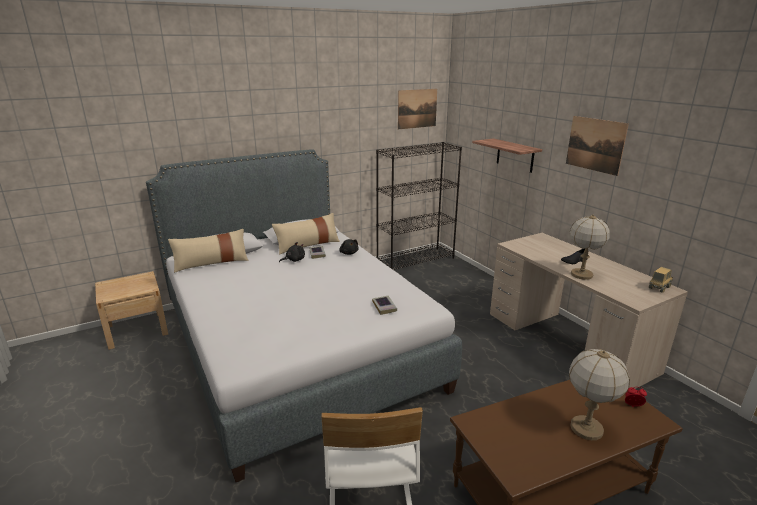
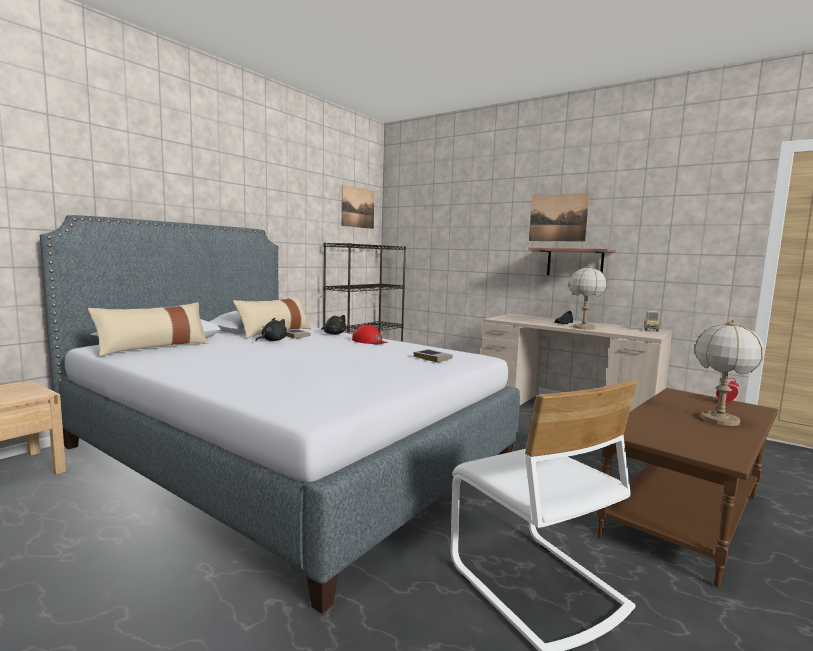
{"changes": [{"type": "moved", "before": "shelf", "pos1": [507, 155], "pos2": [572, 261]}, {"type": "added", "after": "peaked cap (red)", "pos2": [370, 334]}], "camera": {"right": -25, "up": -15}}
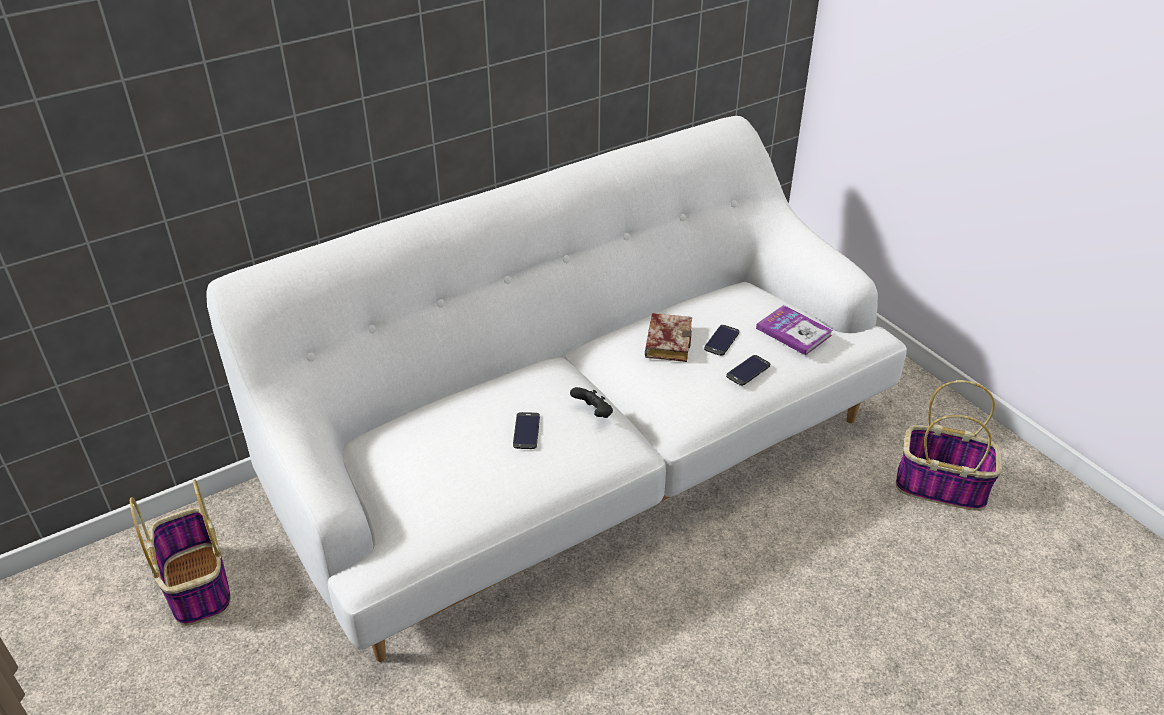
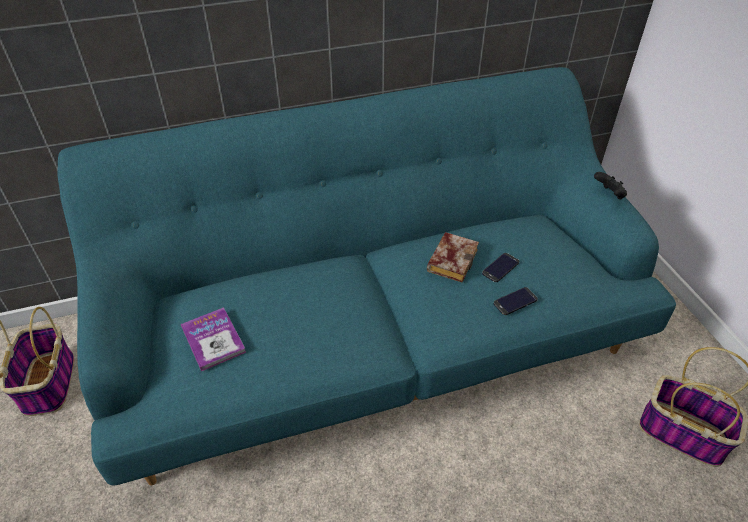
{"changes": [{"type": "recoloured", "before": "sofa (white)", "after": "sofa (blue-green)", "pos1": [556, 389], "pos2": [366, 276]}, {"type": "moved", "before": "bound book", "pos1": [794, 330], "pos2": [213, 339]}, {"type": "moved", "before": "gamepad (black-coloured)", "pos1": [591, 402], "pos2": [610, 186]}, {"type": "removed", "before": "phone", "pos1": [526, 430]}], "camera": {"right": 15, "up": 5}}
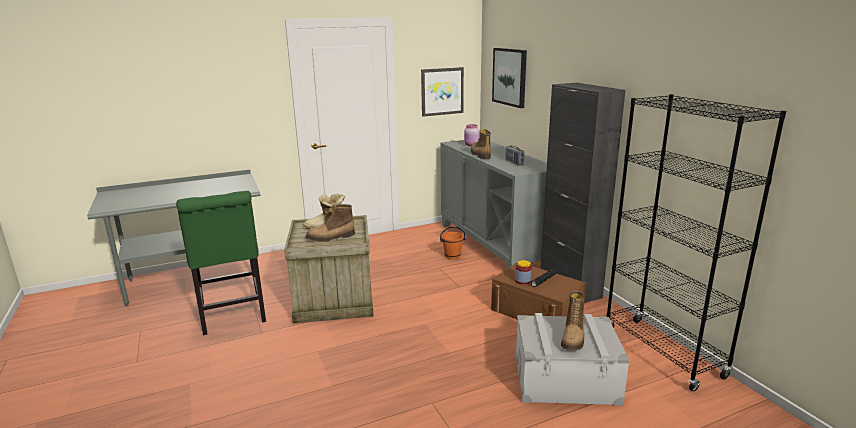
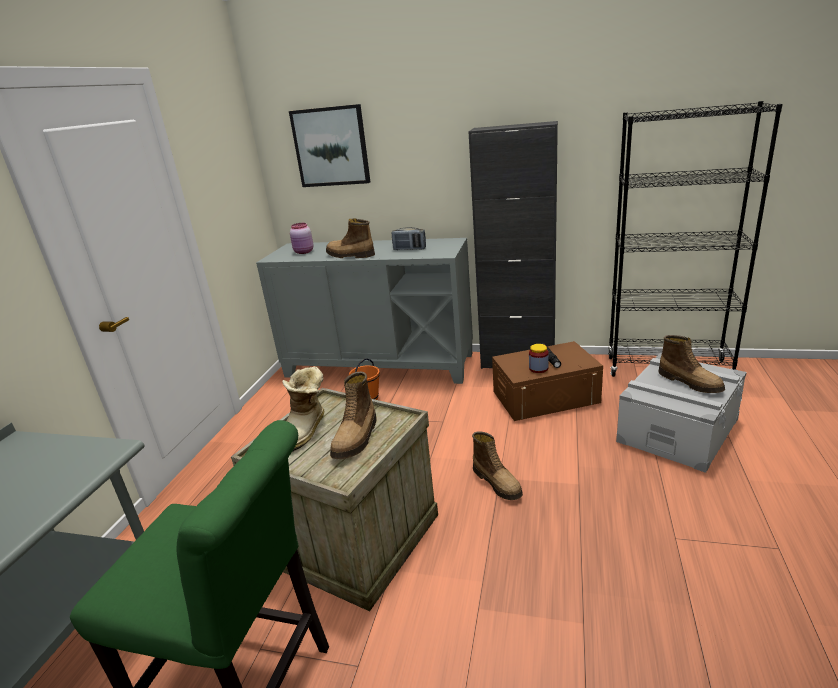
{"changes": [{"type": "removed", "before": "wall art", "pos1": [442, 92]}, {"type": "added", "after": "boot", "pos2": [497, 465]}], "camera": {"right": -50, "up": 5}}
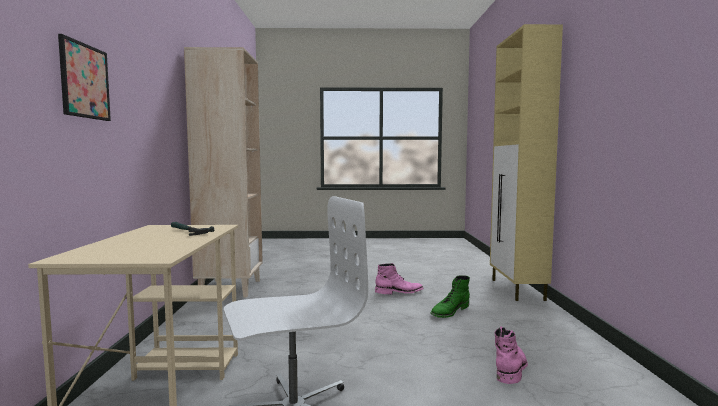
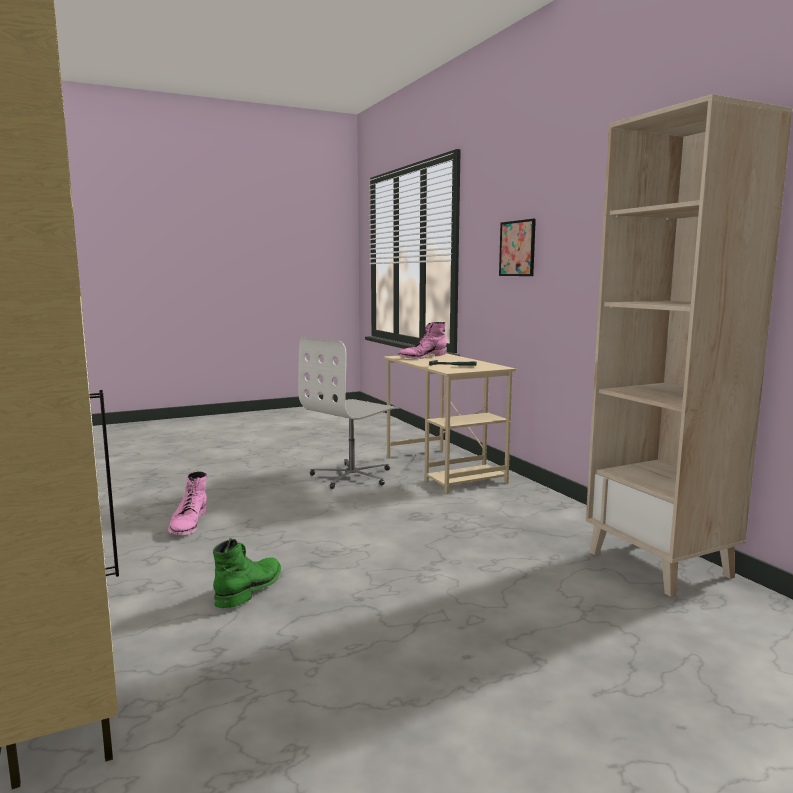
{"changes": [{"type": "moved", "before": "boot (pink-coloured)", "pos1": [399, 279], "pos2": [422, 340]}], "camera": {"right": 155, "up": 5}}
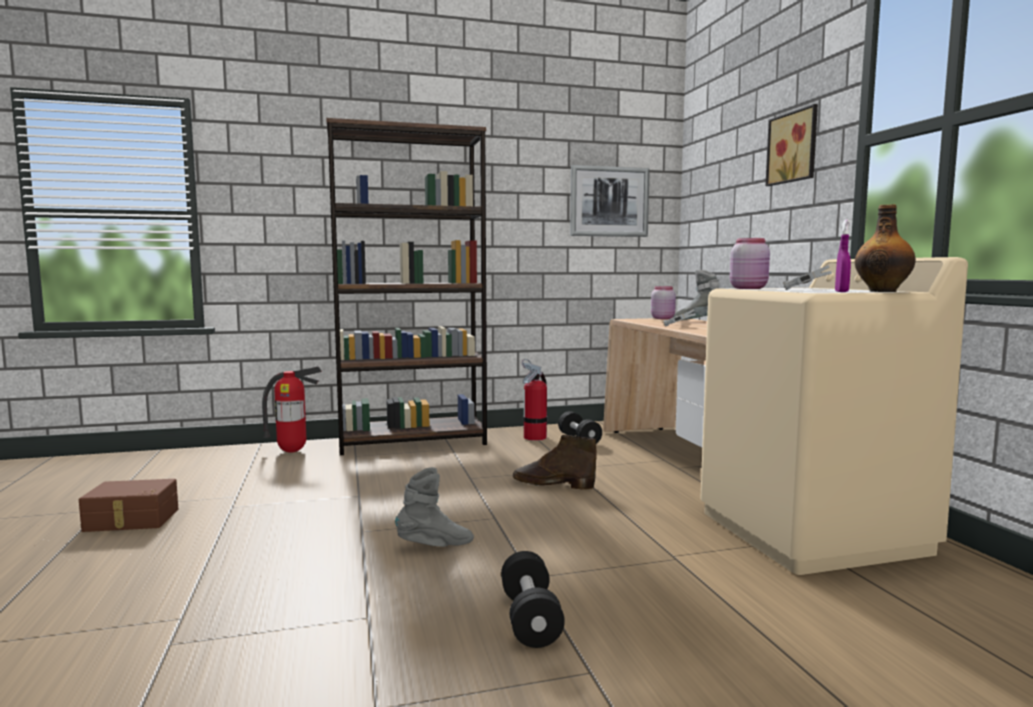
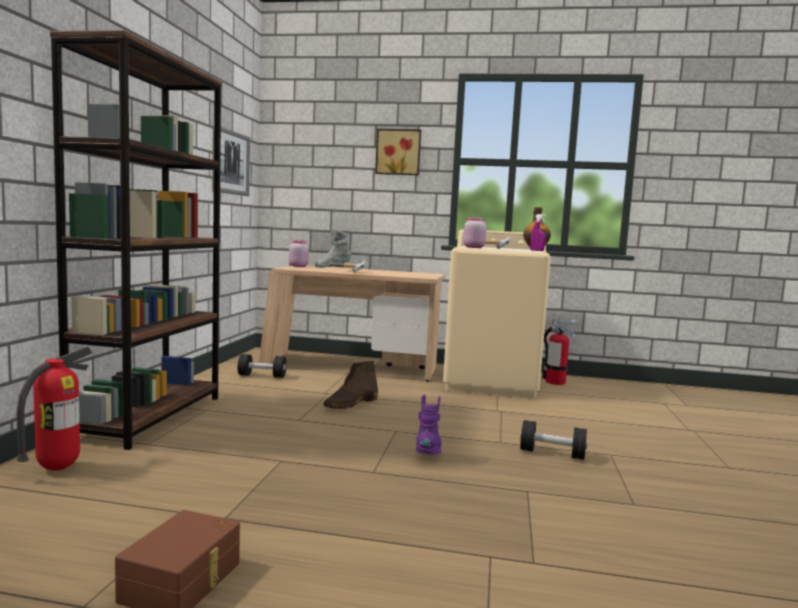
{"changes": [{"type": "moved", "before": "fire extinguisher", "pos1": [534, 400], "pos2": [559, 351]}, {"type": "recoloured", "before": "boot (gray)", "after": "boot (purplish)", "pos1": [434, 507], "pos2": [429, 424]}], "camera": {"right": -65, "up": 0}}
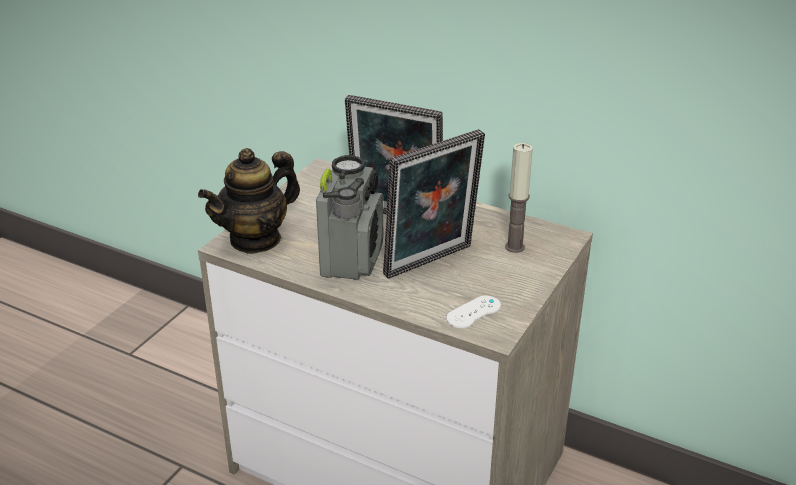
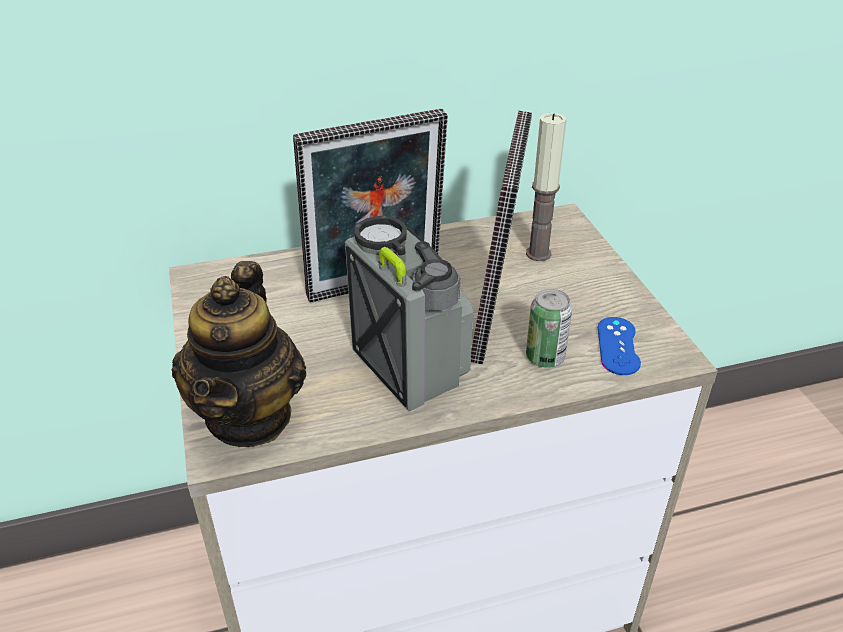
{"changes": [{"type": "recoloured", "before": "gamepad (white)", "after": "gamepad (blue-coloured)", "pos1": [473, 312], "pos2": [619, 346]}, {"type": "added", "after": "sealed can", "pos2": [549, 328]}], "camera": {"right": -45, "up": 5}}
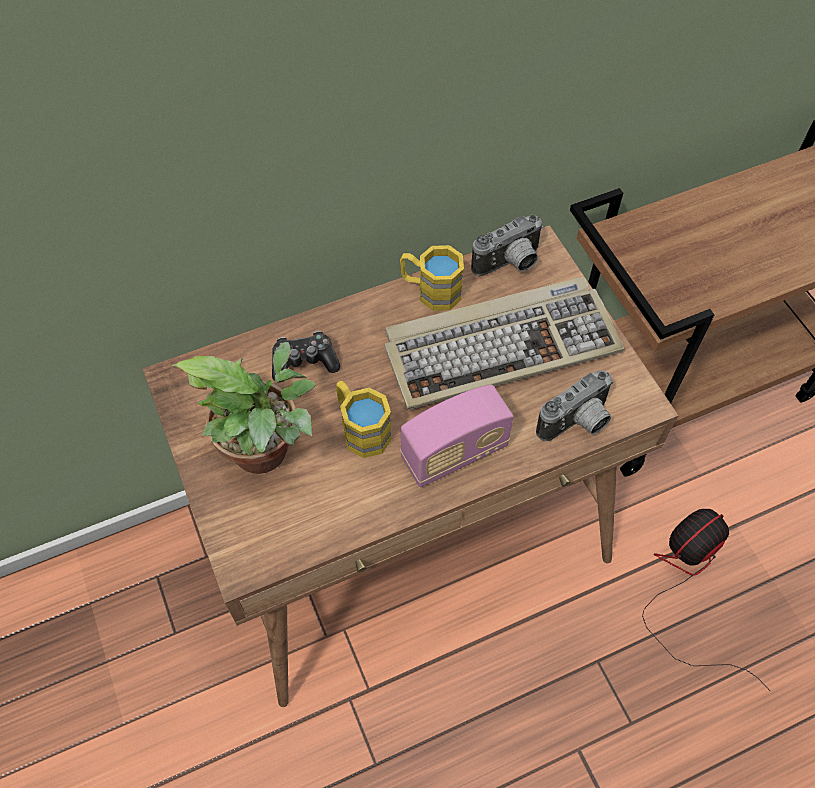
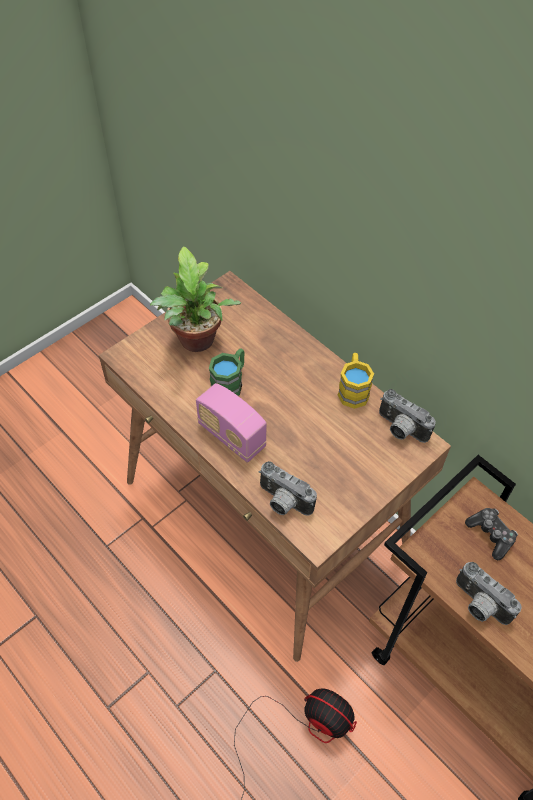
{"changes": [{"type": "removed", "before": "computer keyboard", "pos1": [504, 343]}, {"type": "moved", "before": "gamepad", "pos1": [306, 356], "pos2": [491, 534]}, {"type": "recoloured", "before": "mug (yellow-coloured)", "after": "mug (greenish)", "pos1": [364, 419], "pos2": [227, 372]}, {"type": "added", "after": "still camera", "pos2": [489, 593]}], "camera": {"right": 70, "up": -5}}
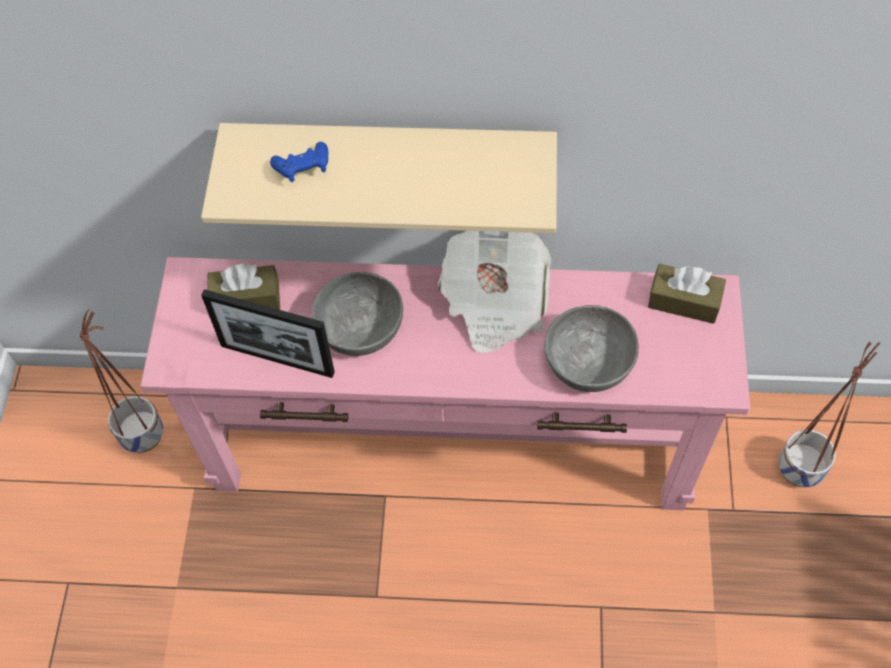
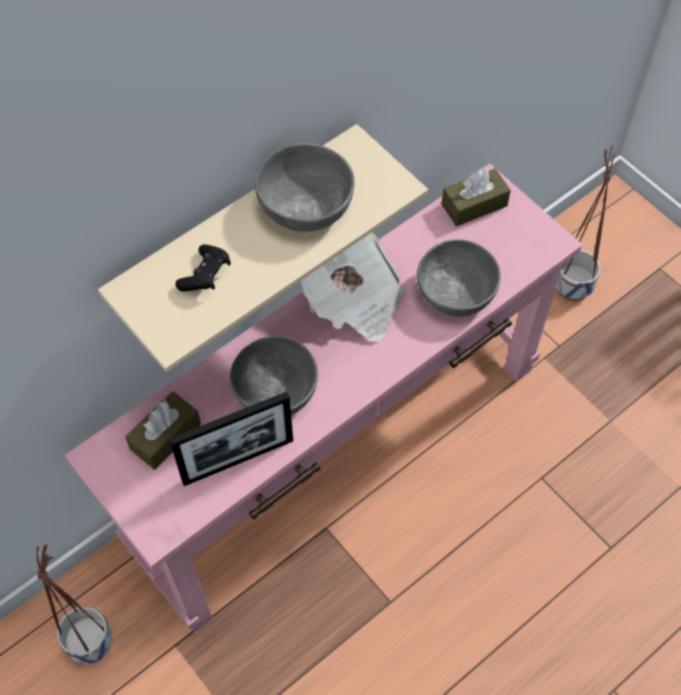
{"changes": [{"type": "recoloured", "before": "gamepad (blue-coloured)", "after": "gamepad (black-coloured)", "pos1": [299, 162], "pos2": [203, 268]}, {"type": "added", "after": "deep dish (gray)", "pos2": [305, 187]}], "camera": {"right": -45, "up": 0}}
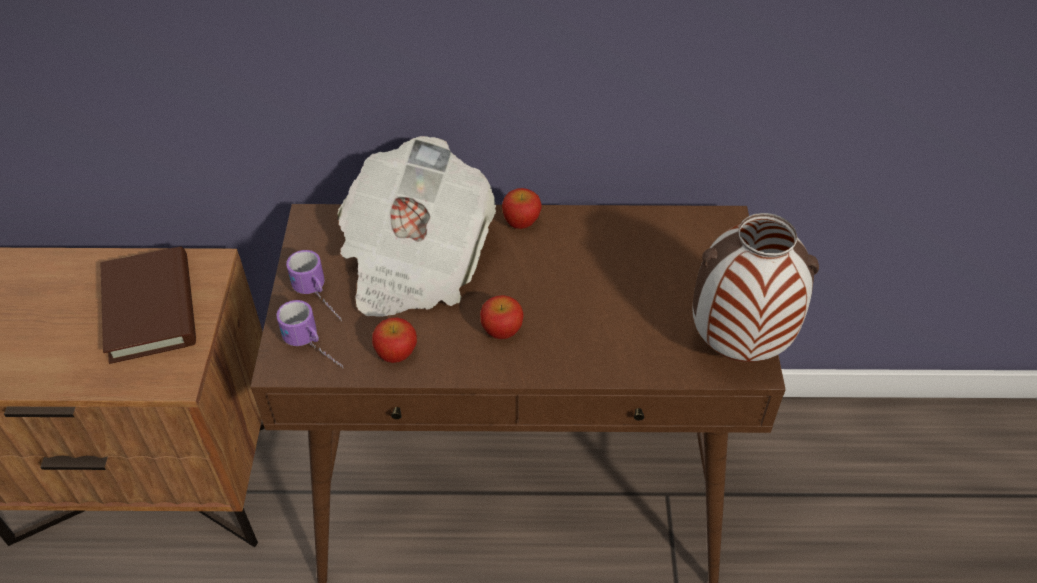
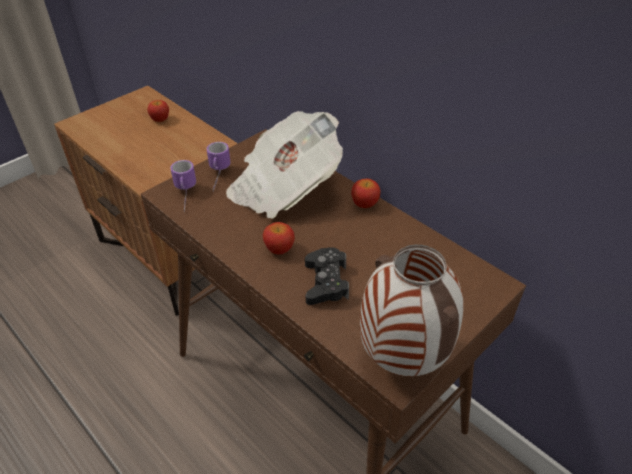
{"changes": [{"type": "removed", "before": "bound book (brown)", "pos1": [148, 305]}, {"type": "moved", "before": "apple", "pos1": [394, 340], "pos2": [158, 111]}, {"type": "added", "after": "gamepad (black-coloured)", "pos2": [327, 276]}], "camera": {"right": 45, "up": -5}}
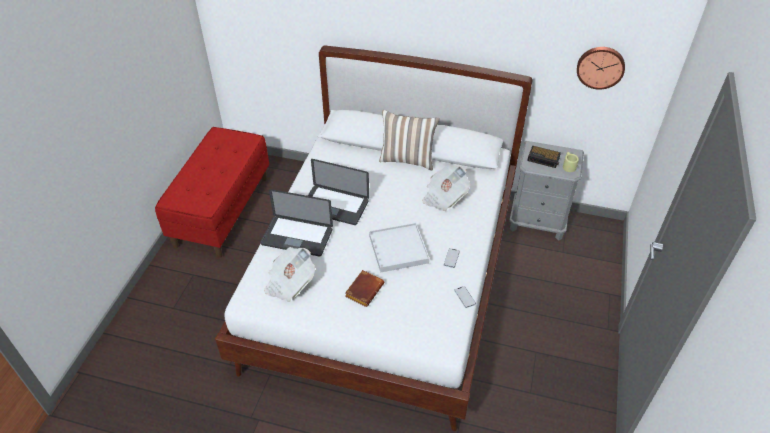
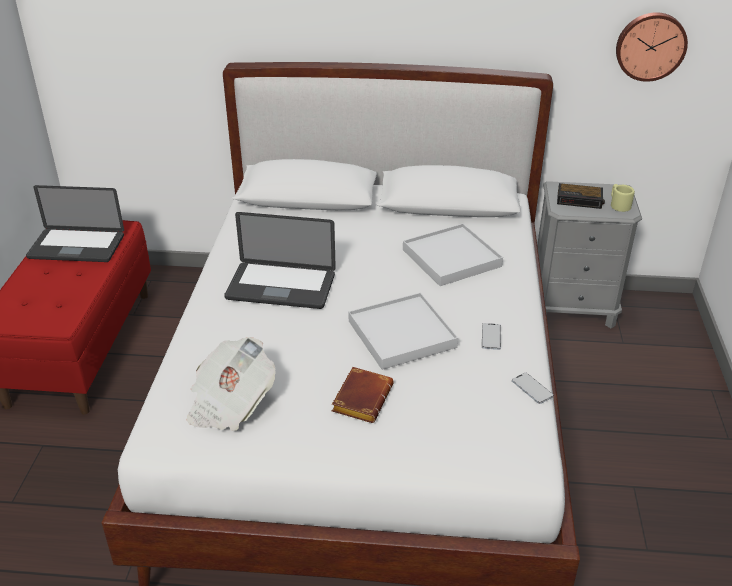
{"changes": [{"type": "removed", "before": "throw pillow", "pos1": [409, 140]}, {"type": "replaced", "before": "newspaper", "after": "tray (white)", "pos1": [446, 188], "pos2": [453, 255]}, {"type": "moved", "before": "laptop", "pos1": [296, 222], "pos2": [75, 223]}], "camera": {"right": -10, "up": -10}}
